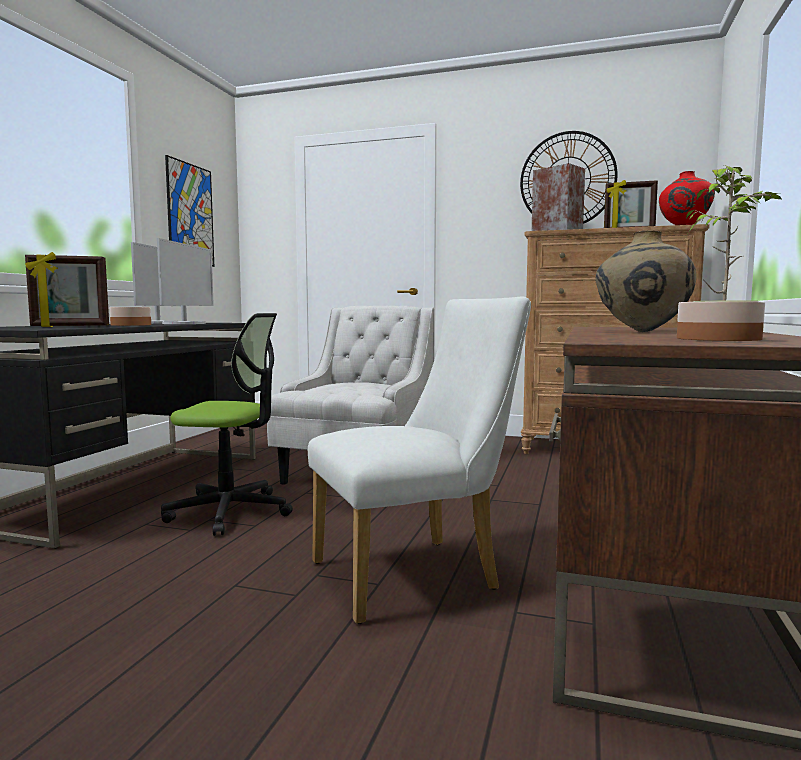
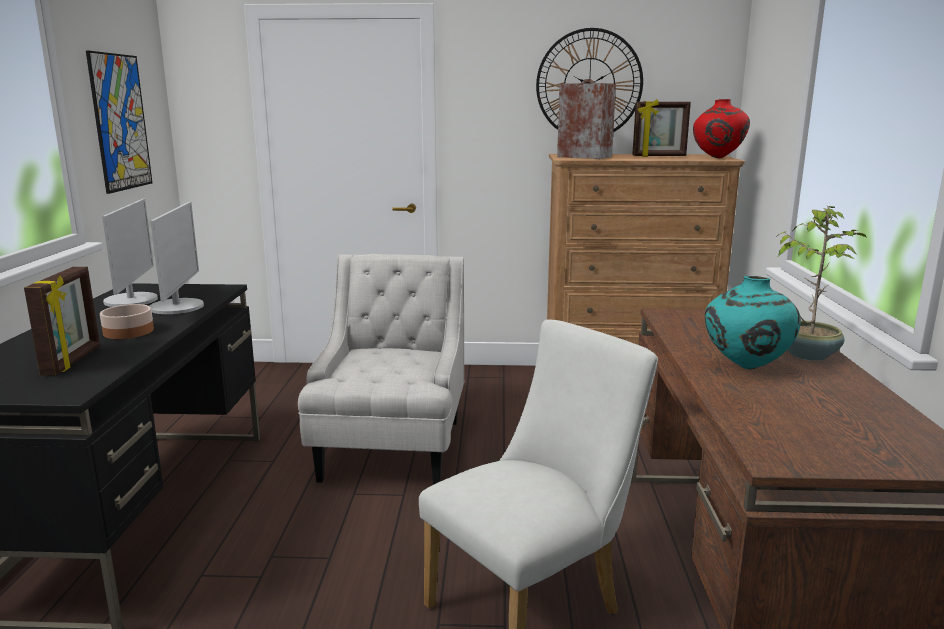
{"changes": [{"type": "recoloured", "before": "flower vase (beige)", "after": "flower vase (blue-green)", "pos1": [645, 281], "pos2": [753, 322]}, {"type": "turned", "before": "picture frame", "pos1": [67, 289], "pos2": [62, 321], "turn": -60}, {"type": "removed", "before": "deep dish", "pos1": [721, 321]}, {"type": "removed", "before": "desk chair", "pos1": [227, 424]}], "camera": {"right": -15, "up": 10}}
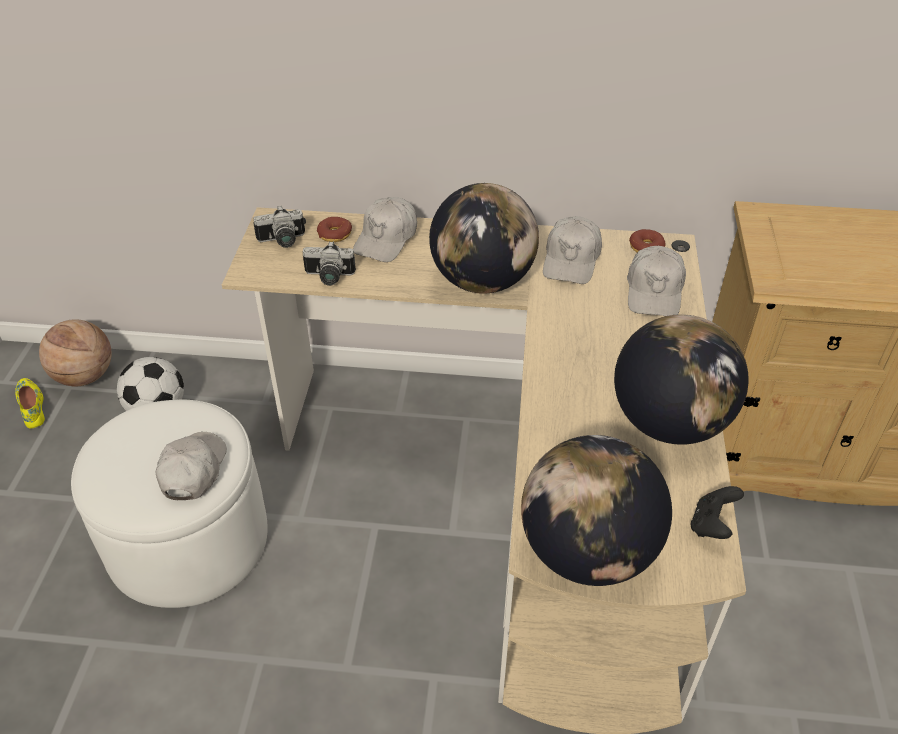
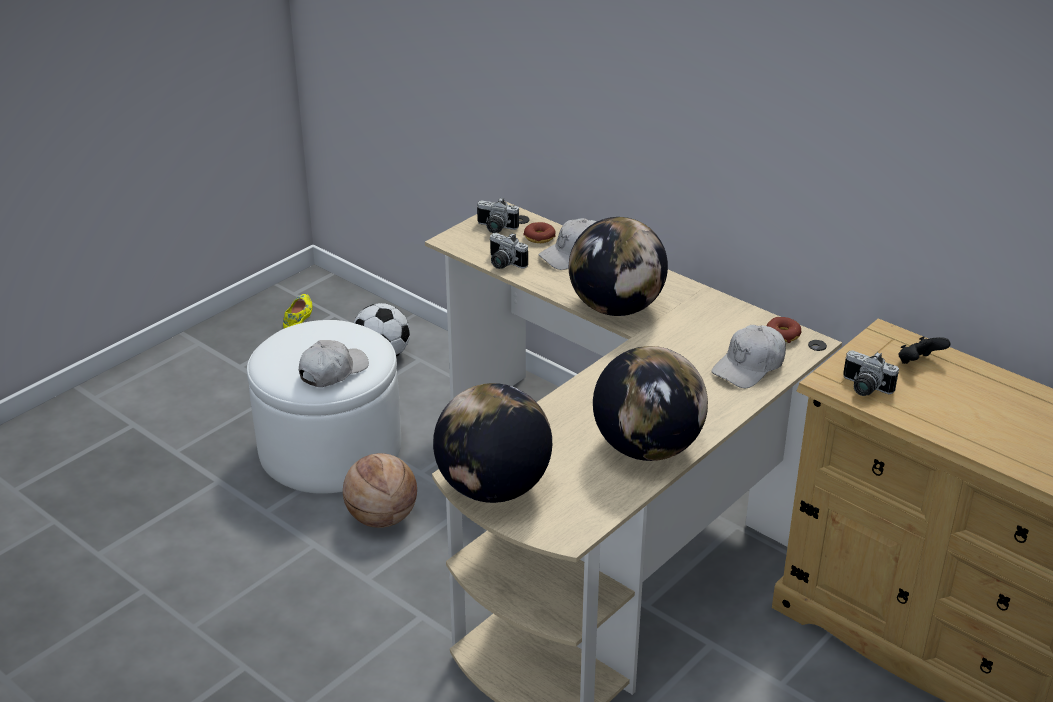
{"changes": [{"type": "removed", "before": "peaked cap (white)", "pos1": [572, 250]}, {"type": "moved", "before": "basketball", "pos1": [75, 353], "pos2": [380, 490]}, {"type": "moved", "before": "gamepad (black-coloured)", "pos1": [717, 512], "pos2": [924, 350]}, {"type": "added", "after": "still camera", "pos2": [871, 373]}], "camera": {"right": 35, "up": -10}}
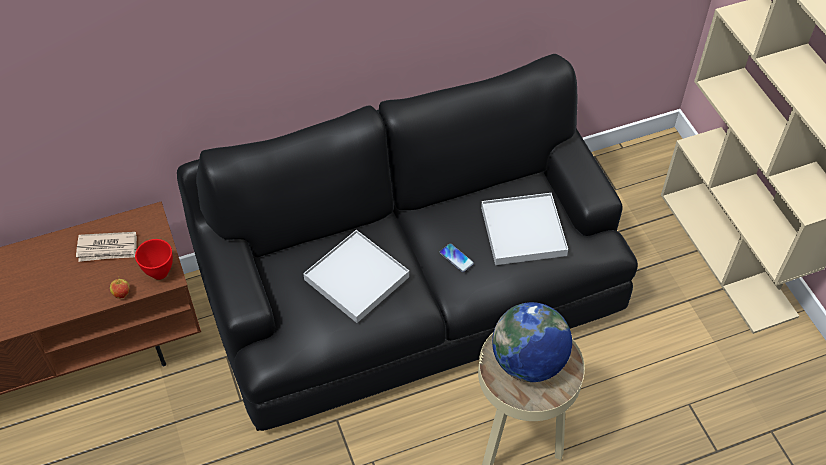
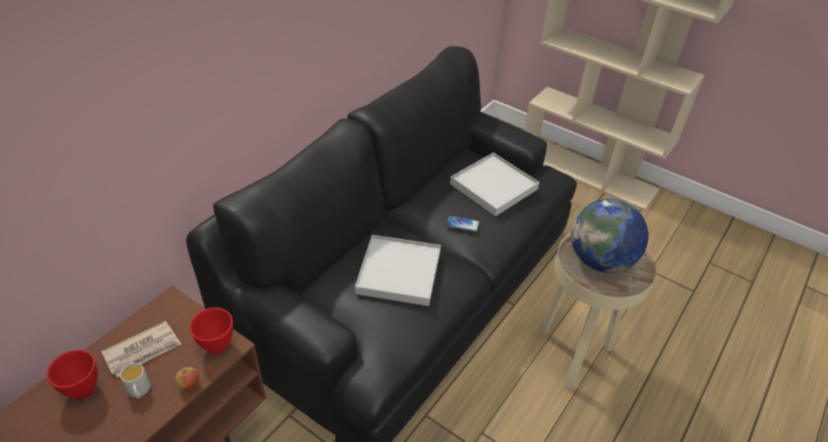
{"changes": [{"type": "added", "after": "deep dish (red)", "pos2": [72, 374]}, {"type": "added", "after": "mug (white)", "pos2": [135, 381]}], "camera": {"right": -35, "up": -10}}
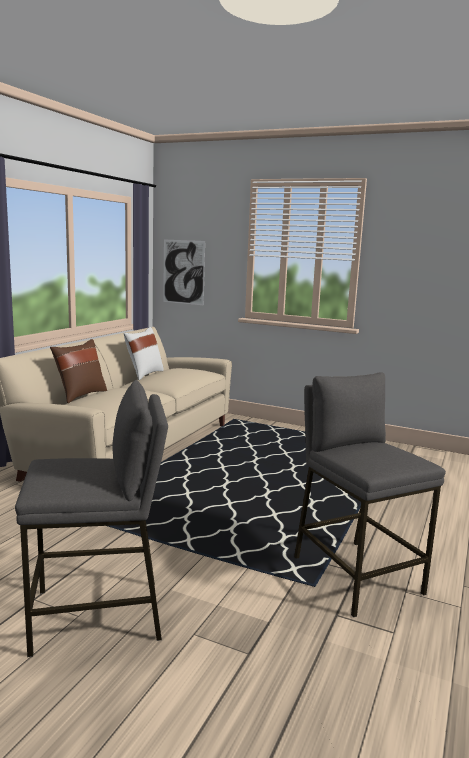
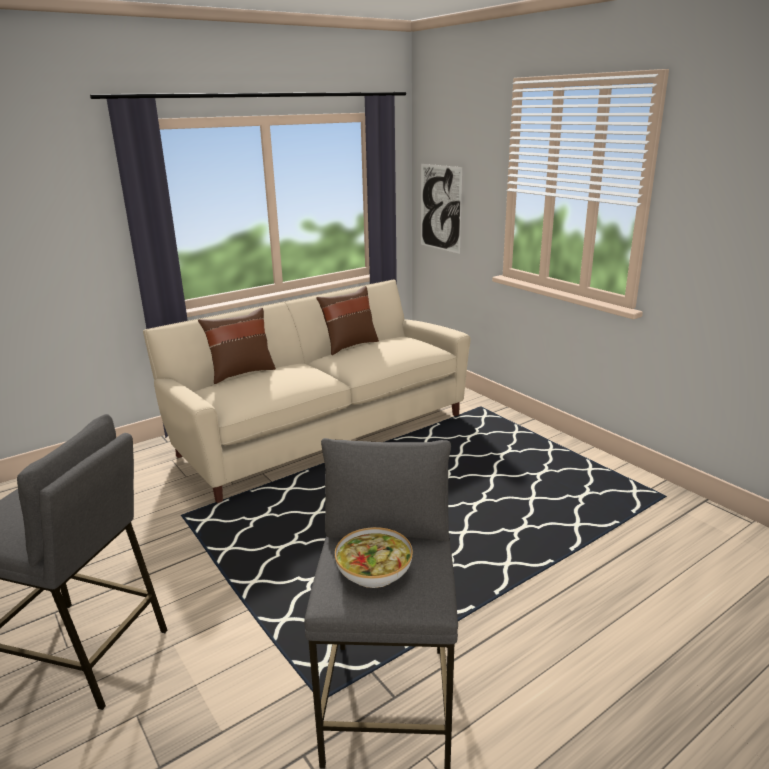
{"changes": [{"type": "recoloured", "before": "throw pillow (white)", "after": "throw pillow (brown)", "pos1": [144, 353], "pos2": [347, 320]}, {"type": "added", "after": "deep dish", "pos2": [374, 557]}], "camera": {"right": 30, "up": 10}}
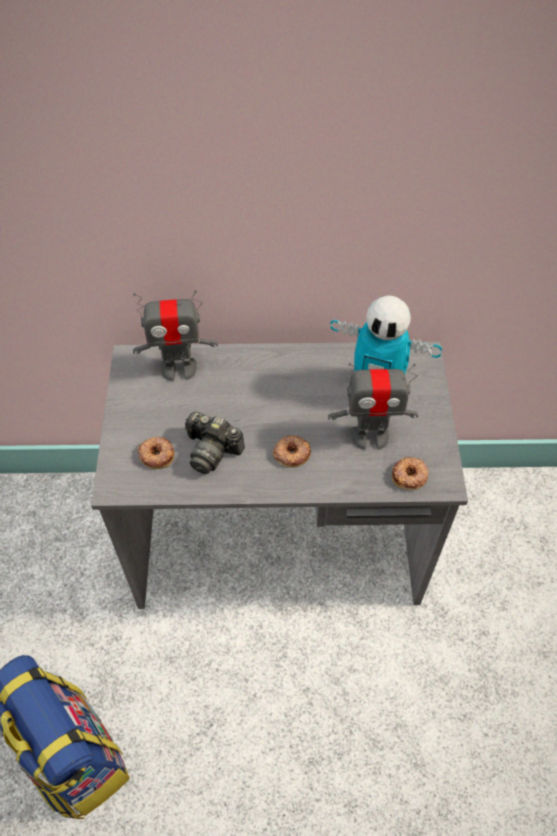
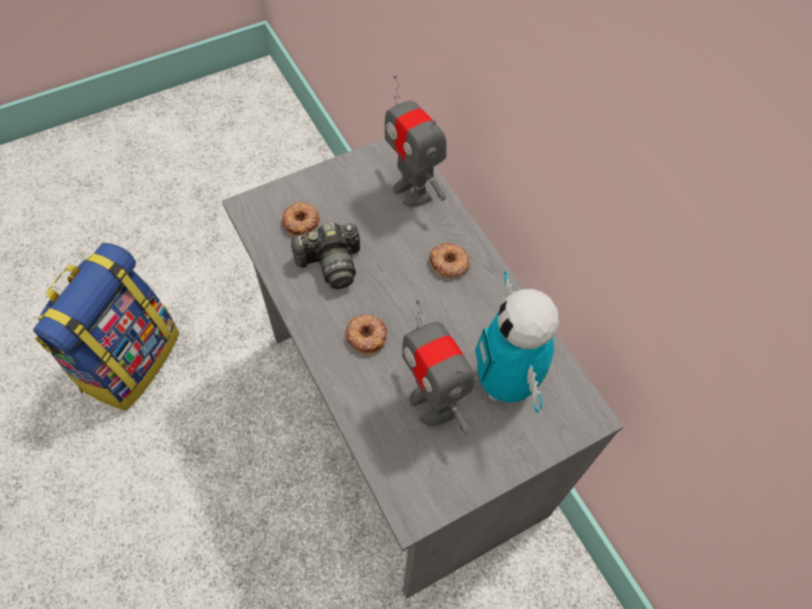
{"changes": [{"type": "turned", "before": "still camera", "pos1": [215, 443], "pos2": [325, 256], "turn": -105}, {"type": "moved", "before": "donut", "pos1": [410, 473], "pos2": [450, 260]}], "camera": {"right": 60, "up": 5}}
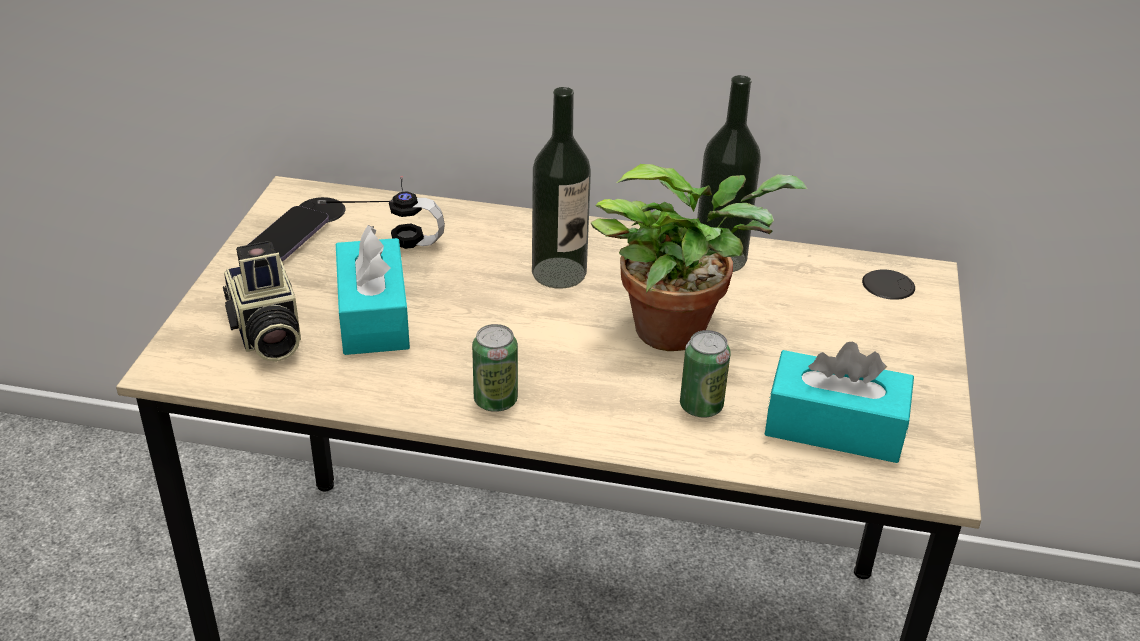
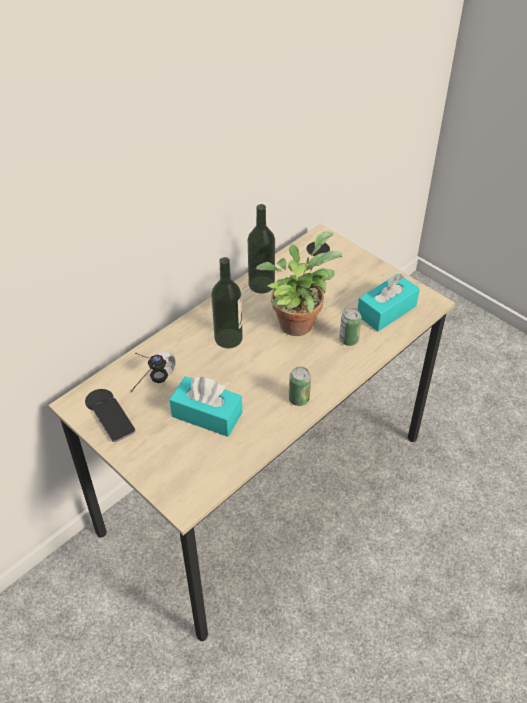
{"changes": [{"type": "removed", "before": "still camera", "pos1": [262, 301]}], "camera": {"right": -55, "up": 10}}
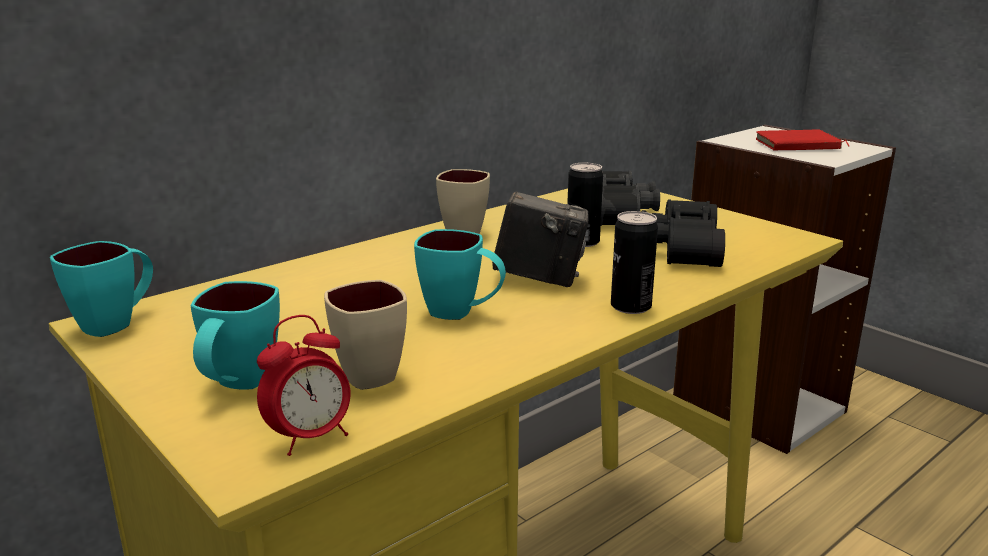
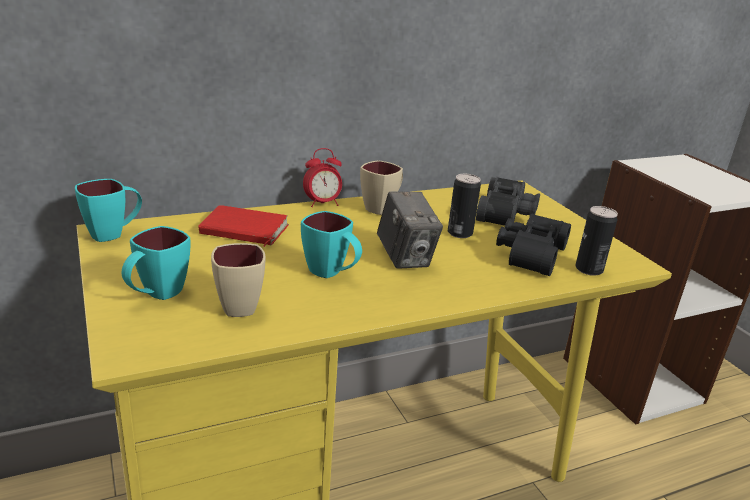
{"changes": [{"type": "moved", "before": "bound book (red)", "pos1": [802, 140], "pos2": [243, 226]}, {"type": "turned", "before": "still camera", "pos1": [540, 239], "pos2": [410, 230], "turn": 45}, {"type": "moved", "before": "sealed can", "pos1": [634, 262], "pos2": [596, 241]}, {"type": "moved", "before": "table clock", "pos1": [304, 385], "pos2": [322, 177]}], "camera": {"right": 15, "up": 5}}
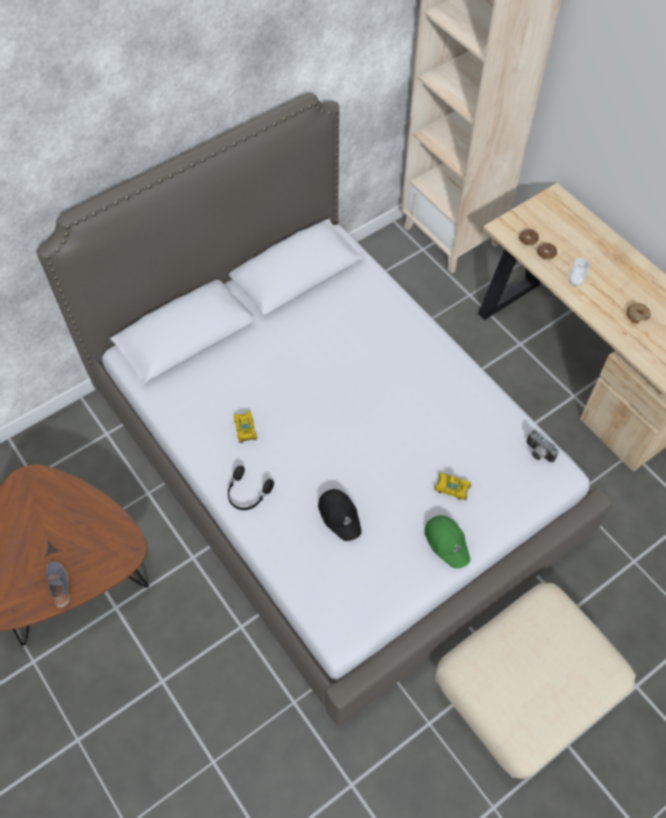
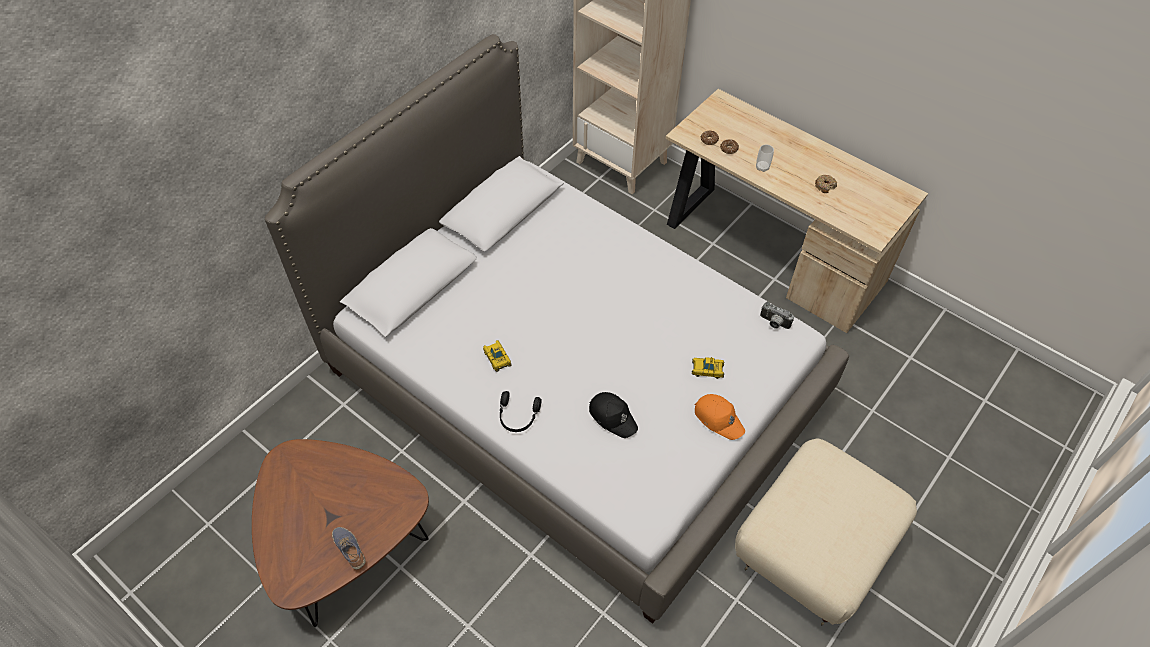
{"changes": [{"type": "recoloured", "before": "peaked cap (greenish)", "after": "peaked cap (orange-coloured)", "pos1": [447, 541], "pos2": [720, 417]}], "camera": {"right": -15, "up": -5}}
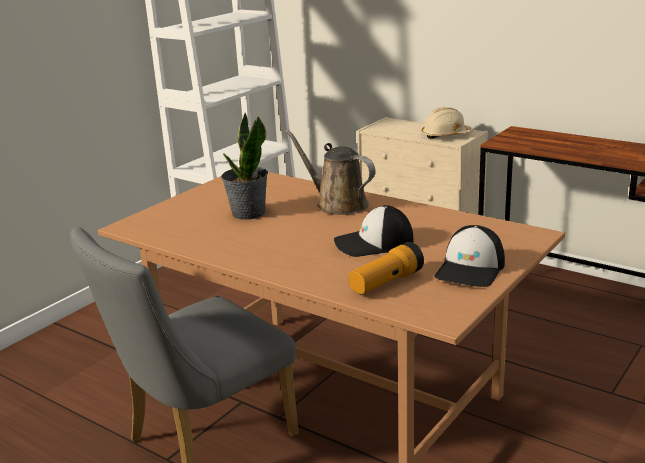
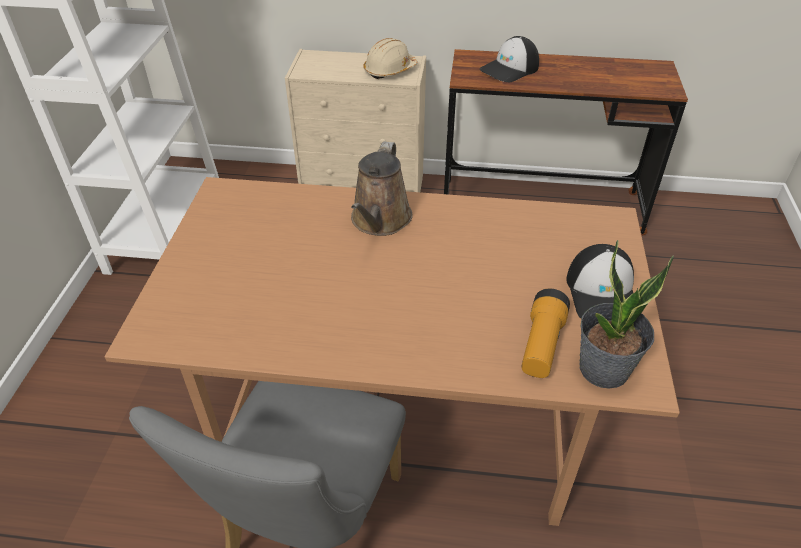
{"changes": [{"type": "moved", "before": "potted plant", "pos1": [244, 166], "pos2": [626, 314]}, {"type": "turned", "before": "watering can (brown)", "pos1": [330, 172], "pos2": [382, 189], "turn": -90}, {"type": "moved", "before": "peaked cap", "pos1": [374, 231], "pos2": [509, 59]}], "camera": {"right": -30, "up": 20}}
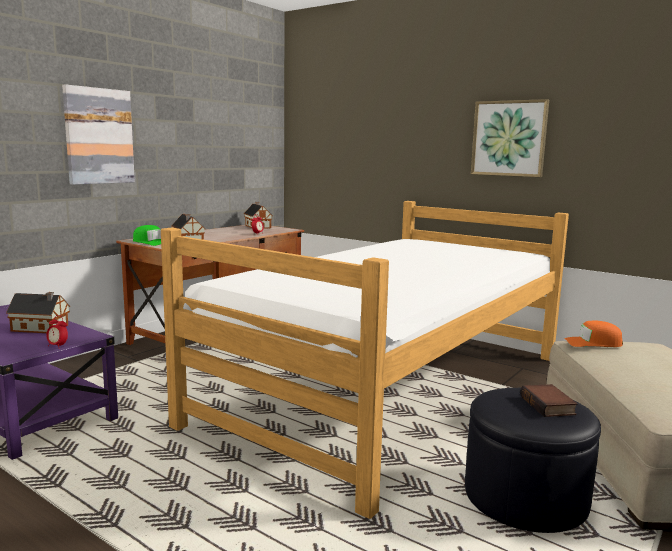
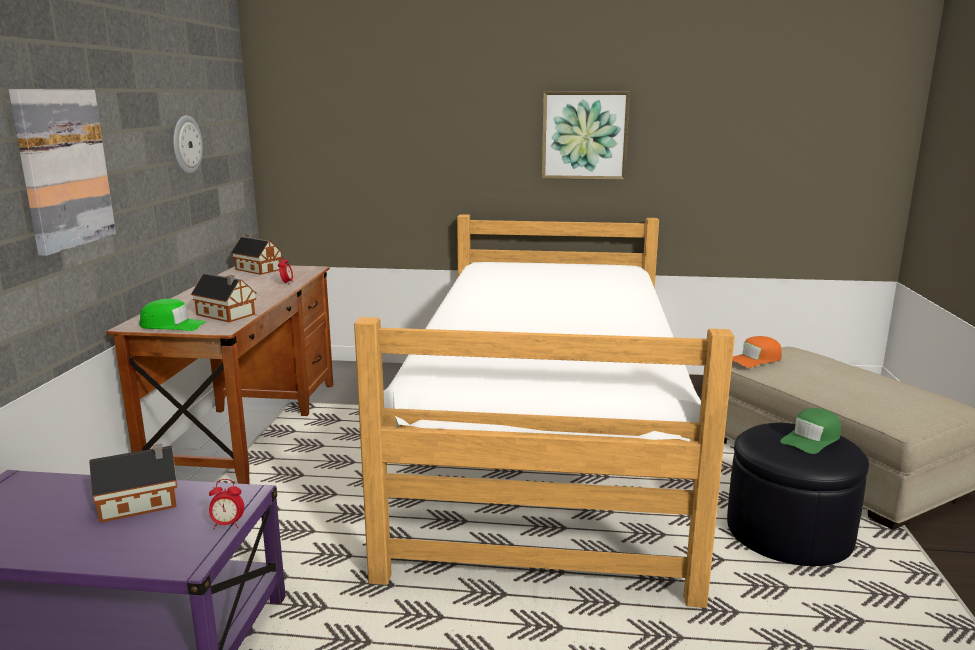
{"changes": [{"type": "replaced", "before": "bound book", "after": "peaked cap (greenish)", "pos1": [549, 400], "pos2": [810, 431]}, {"type": "added", "after": "hanging clock", "pos2": [188, 144]}], "camera": {"right": -30, "up": 5}}
